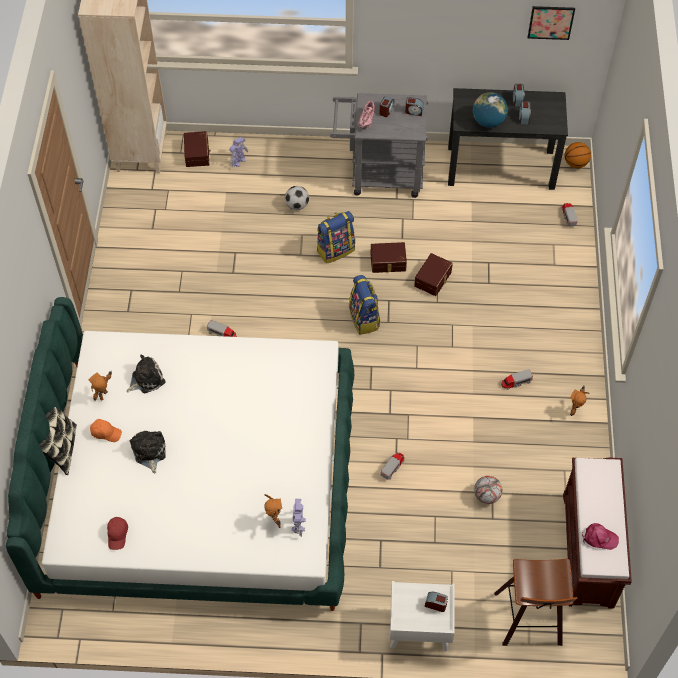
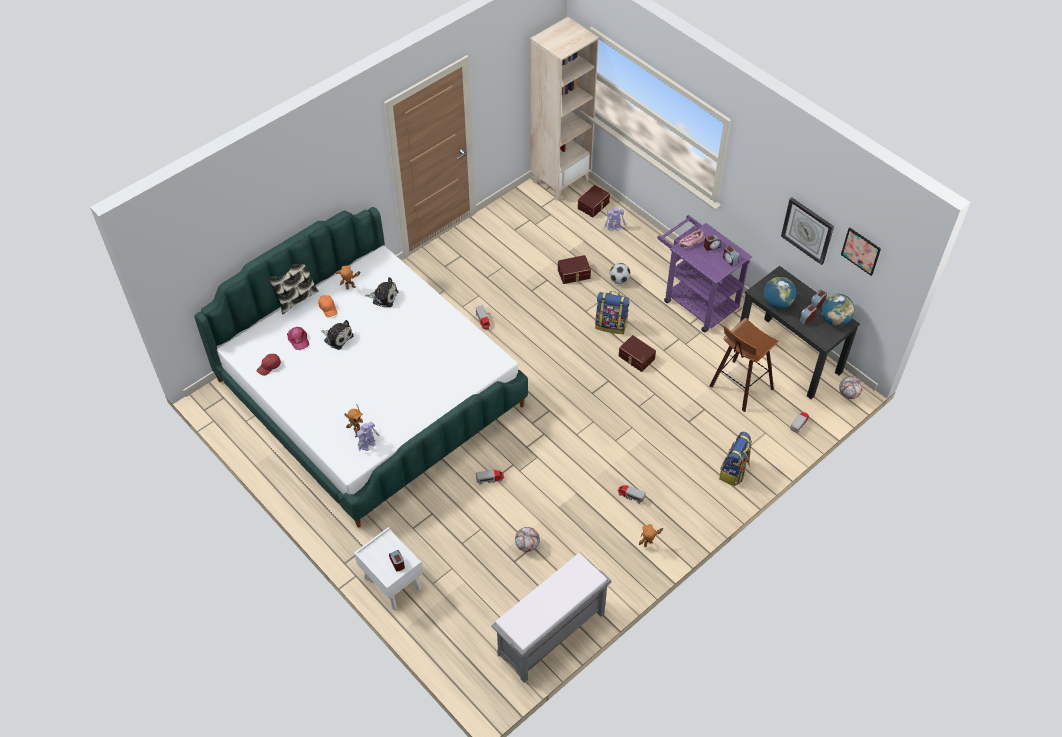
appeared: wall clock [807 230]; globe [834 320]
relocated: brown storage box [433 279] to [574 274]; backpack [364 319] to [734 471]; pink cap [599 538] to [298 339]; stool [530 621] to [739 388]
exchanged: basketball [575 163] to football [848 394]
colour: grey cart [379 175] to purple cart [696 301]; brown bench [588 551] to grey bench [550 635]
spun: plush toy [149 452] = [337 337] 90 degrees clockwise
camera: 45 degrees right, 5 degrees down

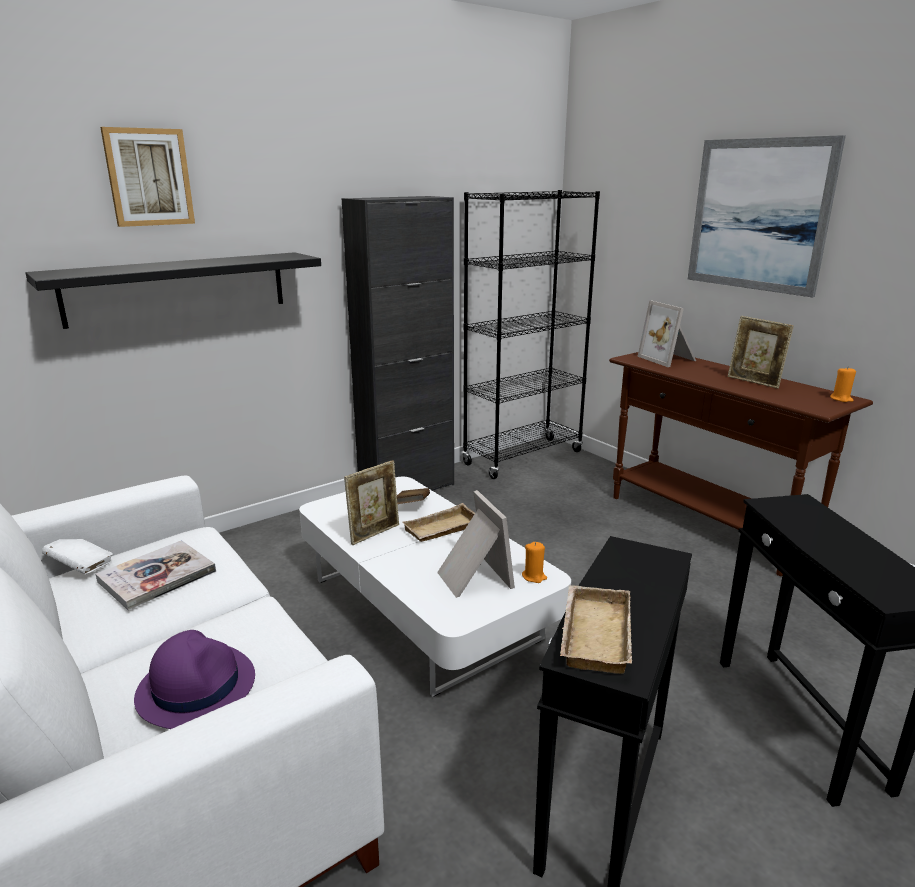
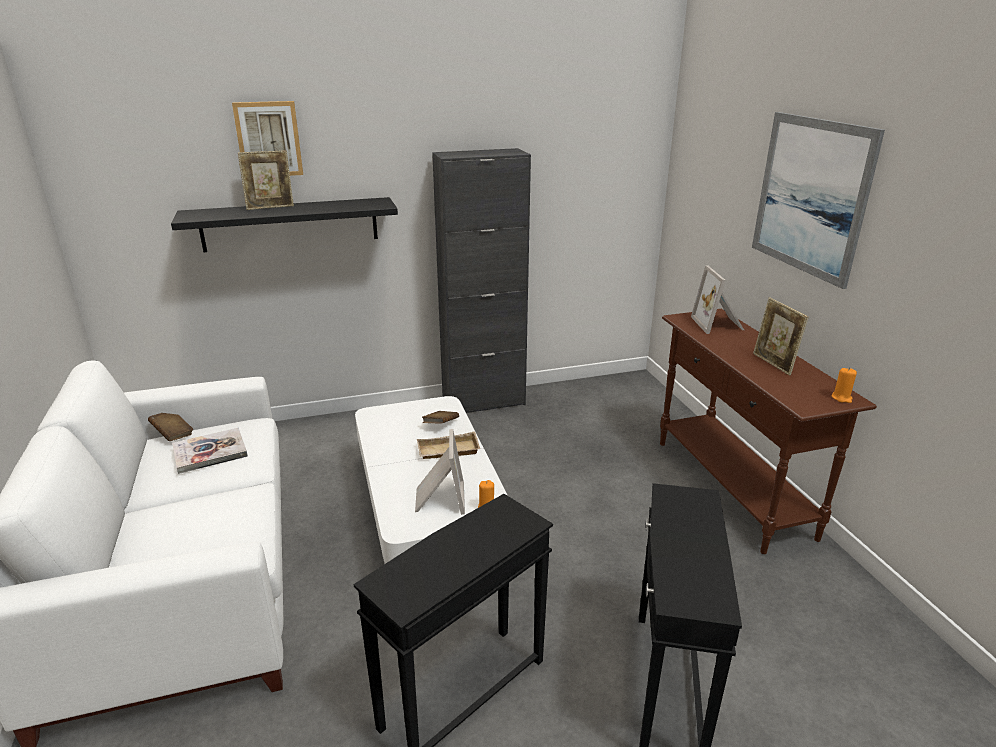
missing: black bookcase [523 458]; beige tray [592 633]; purple hat [196 686]
relocated: picture frame [374 533] to [270 207]
colour: white book [81 566] to brown book [173 434]
camera: 20 degrees right, 5 degrees up

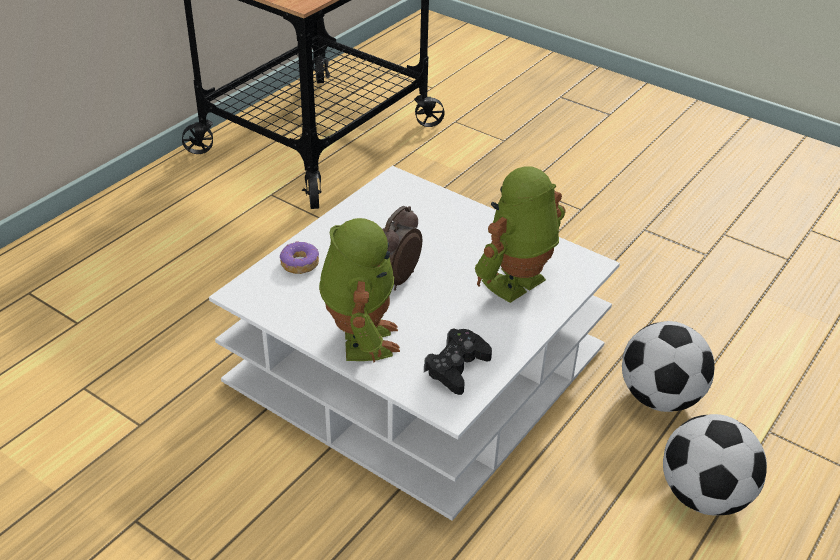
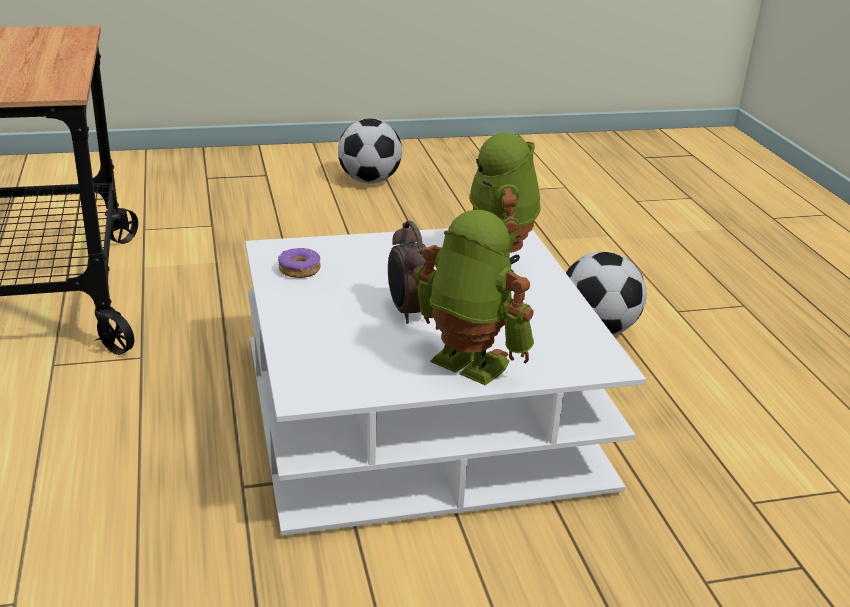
missing: black game controller [456 367]
relocated: donut [299 264] to [299 270]; football [704 496] to [369 181]
camera: 50 degrees left, 10 degrees down

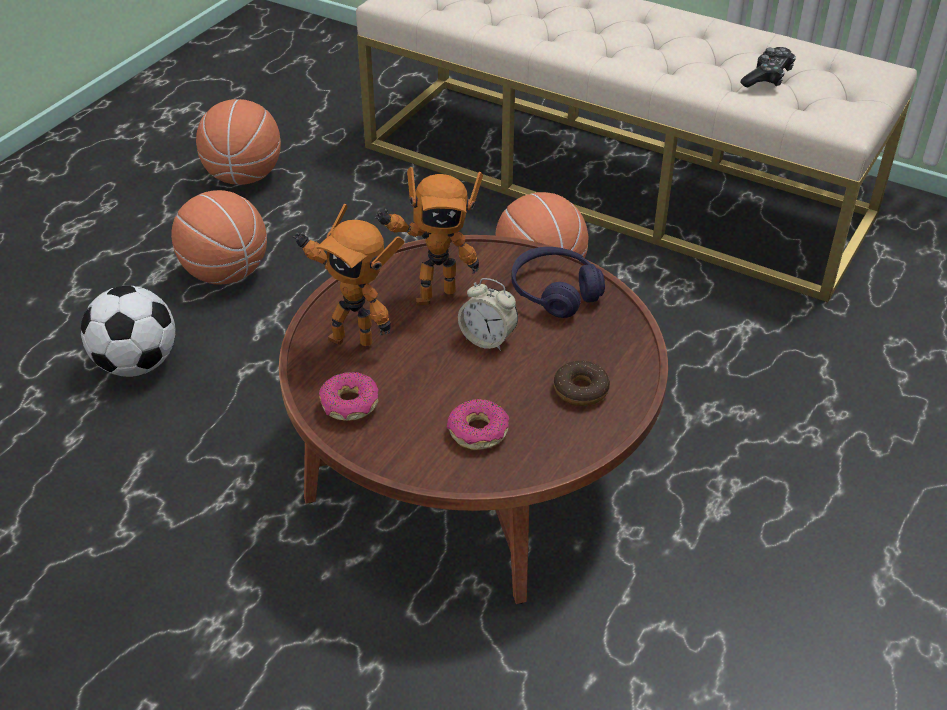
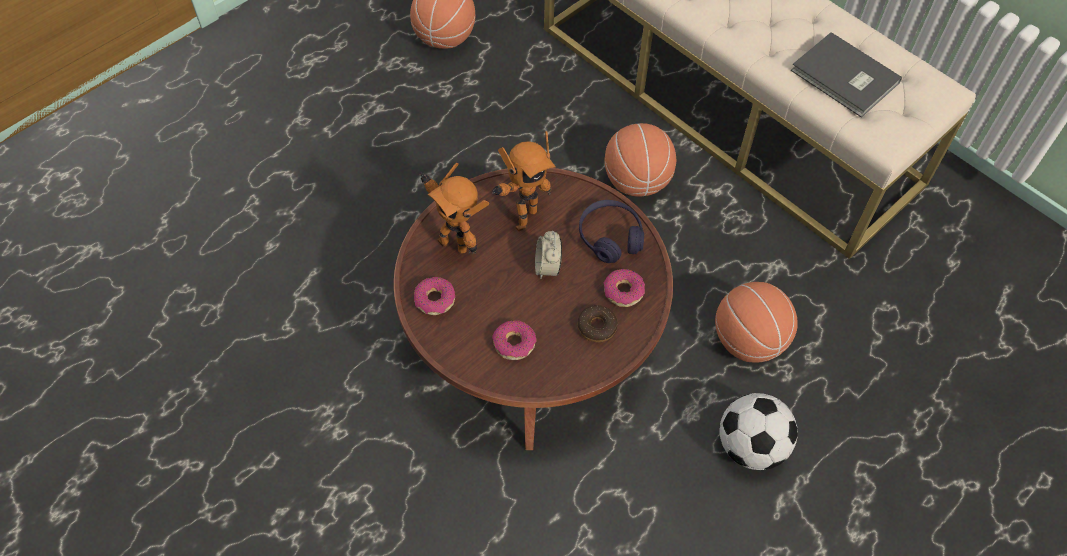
appeared: donut [623 291]
relocated: basketball [226 273] to [748 341]; football [136 364] to [750 446]
exchanged: game controller [767 77] to grey book [844 79]
spun: toy robot [432 294] = [522 218] 45 degrees counterclockwise; alarm clock [488 339] = [547 267] 45 degrees clockwise
camera: 15 degrees right, 15 degrees up

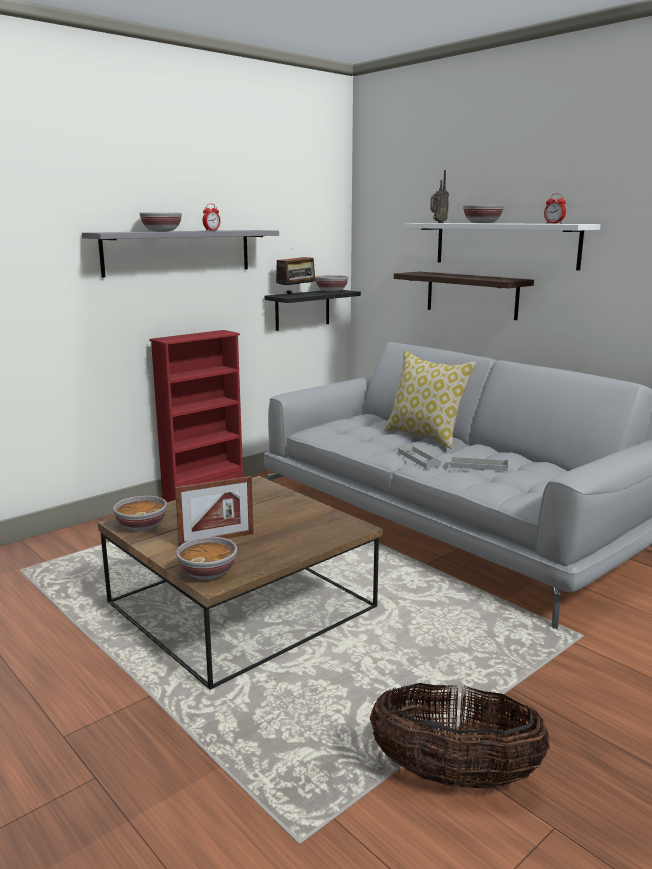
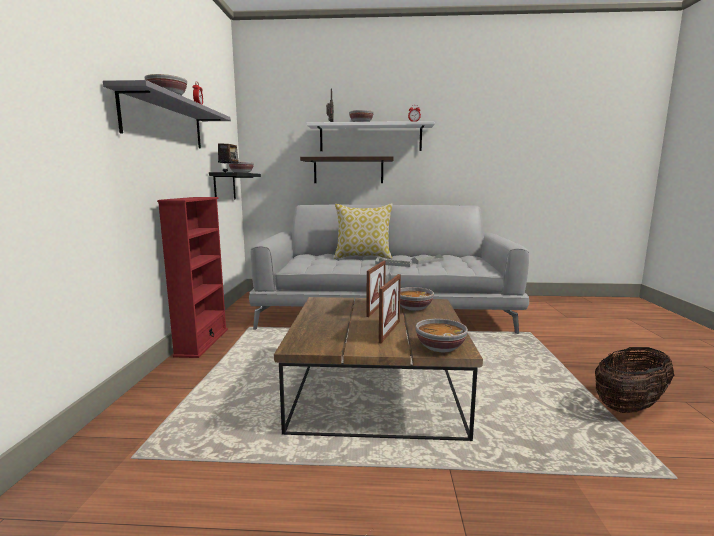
appeared: picture frame [376 308]
relocated: bowl [141 525] to [413 308]
camera: 45 degrees left, 5 degrees down

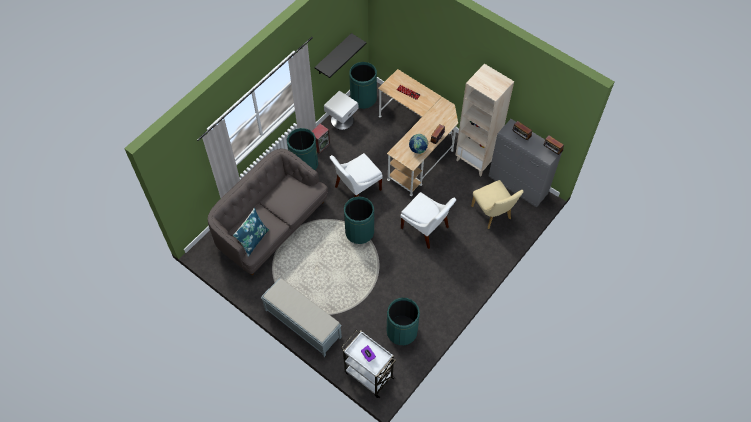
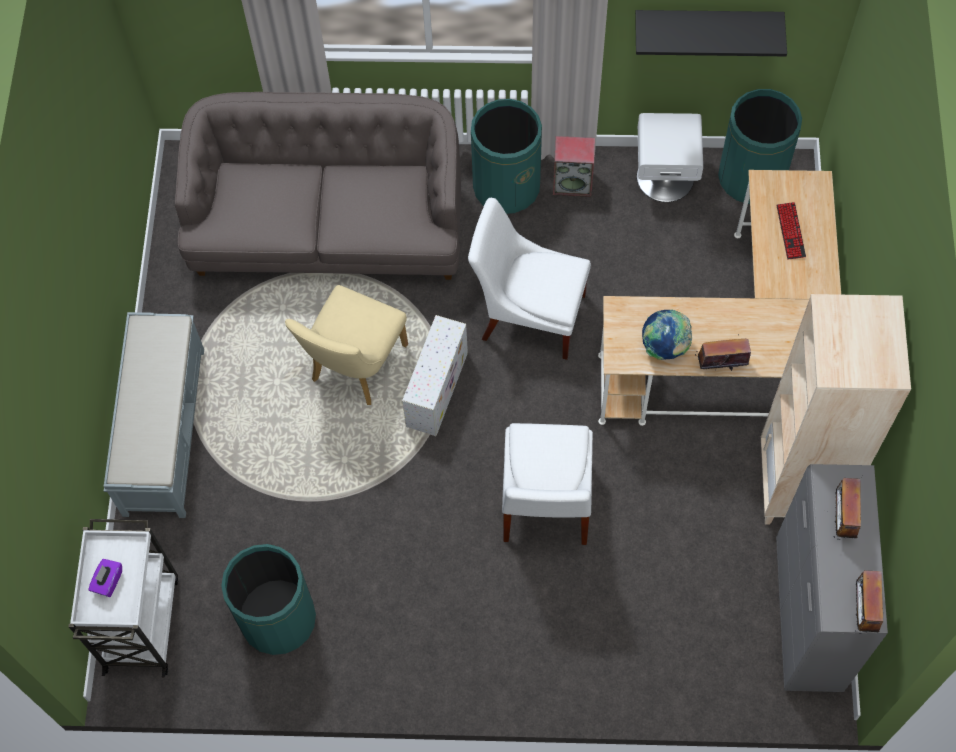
missing: blue pillow [253 240]
relocated: beige chair [493 214] to [354 368]
exchanged: green trash can [359 232] to white storage box [437 388]
camera: 55 degrees right, 5 degrees up

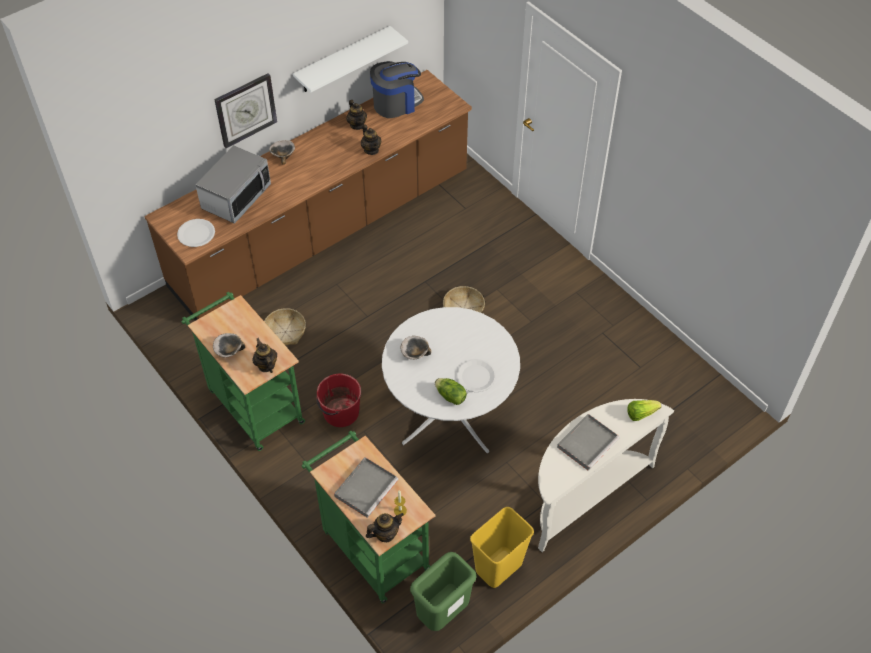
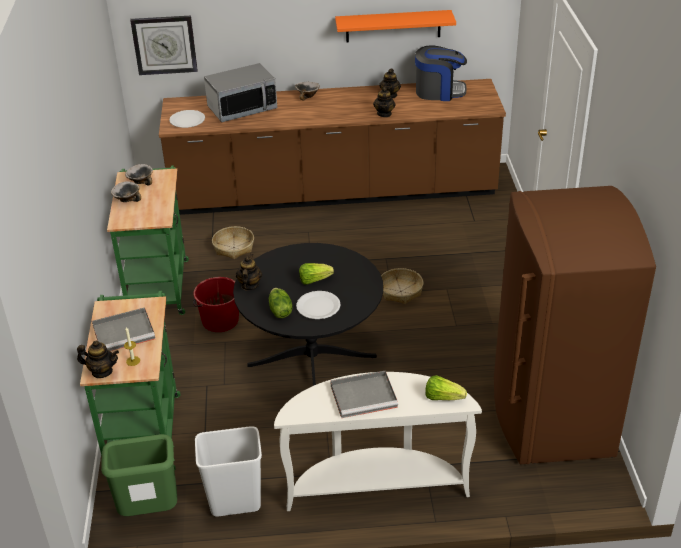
appeared: brown fridge [550 417]; lettuce [314 280]
relocated: wall clock [245 110] to [164 45]; bowl [414 354] to [140 181]; teapot [266 365] to [249 285]
colour: white shelf [343 60] to orange shelf [393 26]; white dining table [450 412] to black dining table [312 361]; yellow trash can [499 568] to white trash can [235 503]
camera: 35 degrees right, 15 degrees down

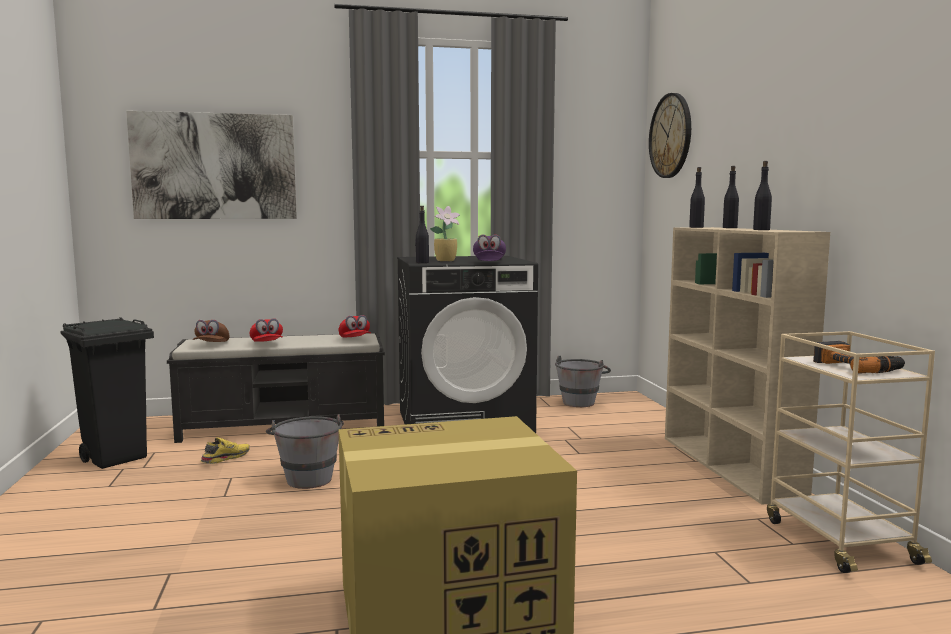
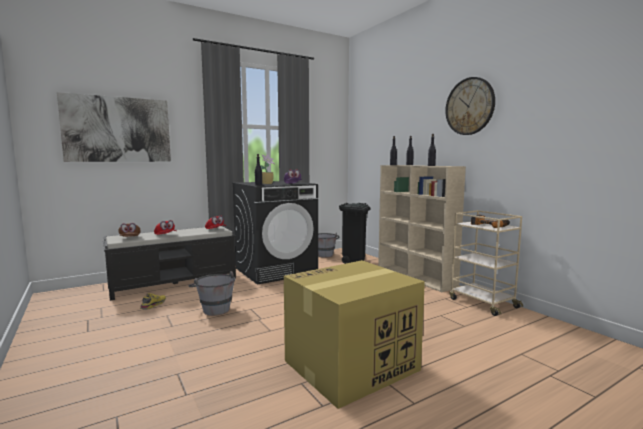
relocated: wall clock [671 136] to [469 106]; black trash can [117 458] to [354 261]
camera: 20 degrees left, 0 degrees up

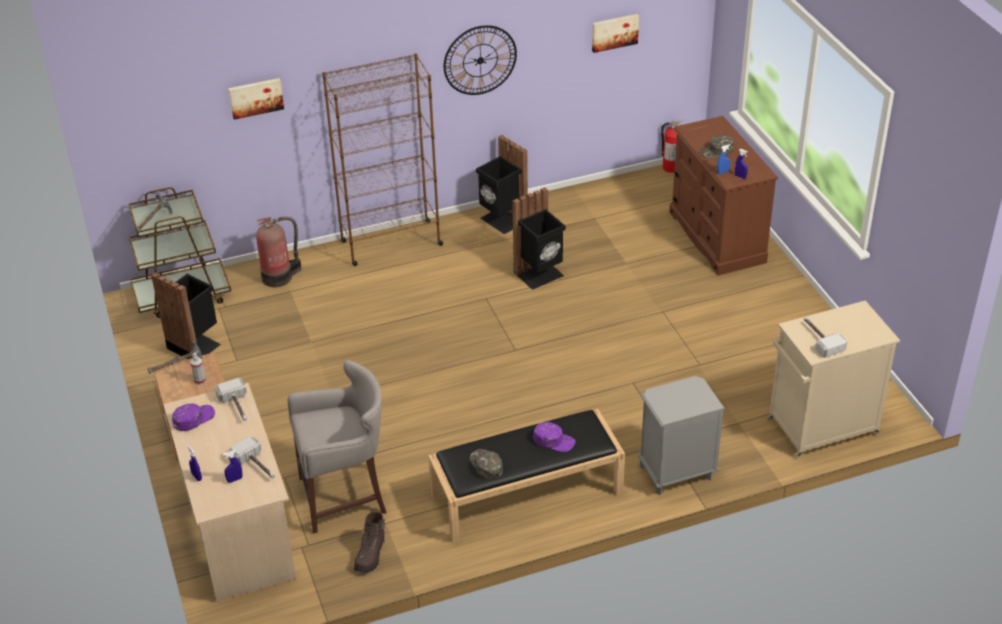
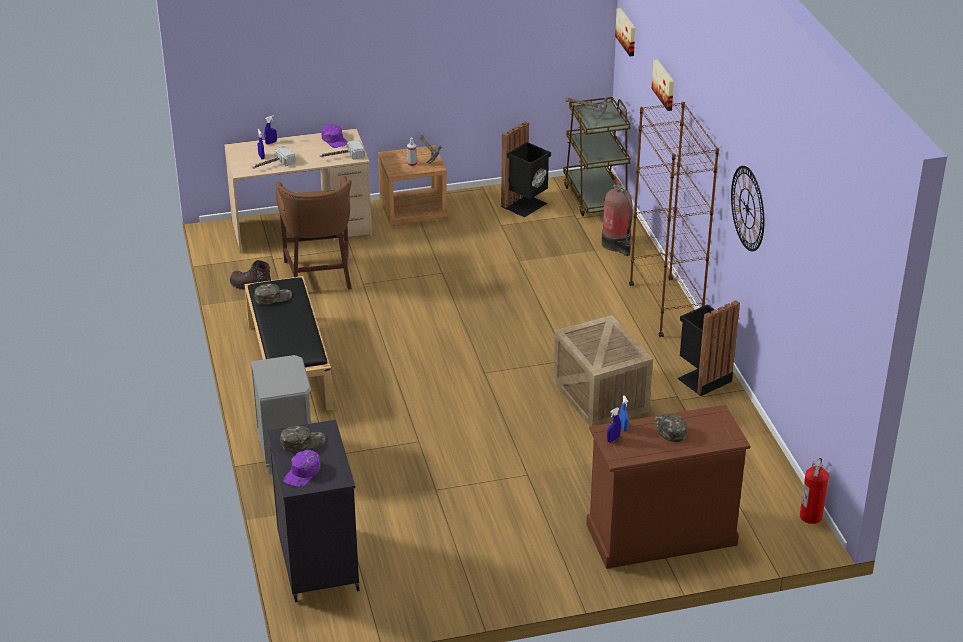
relocated: picture [614 32] to [627 31]; purple cap [554 440] to [302 473]
exchanged: black trash can [540 275] to crate [602 397]; hammer [819 339] to green cap [302 442]
colour: beige cabinet [820 427] to black cabinet [317 561]; grey stool [345 496] to brown stool [319 276]
camera: 95 degrees right, 5 degrees down

